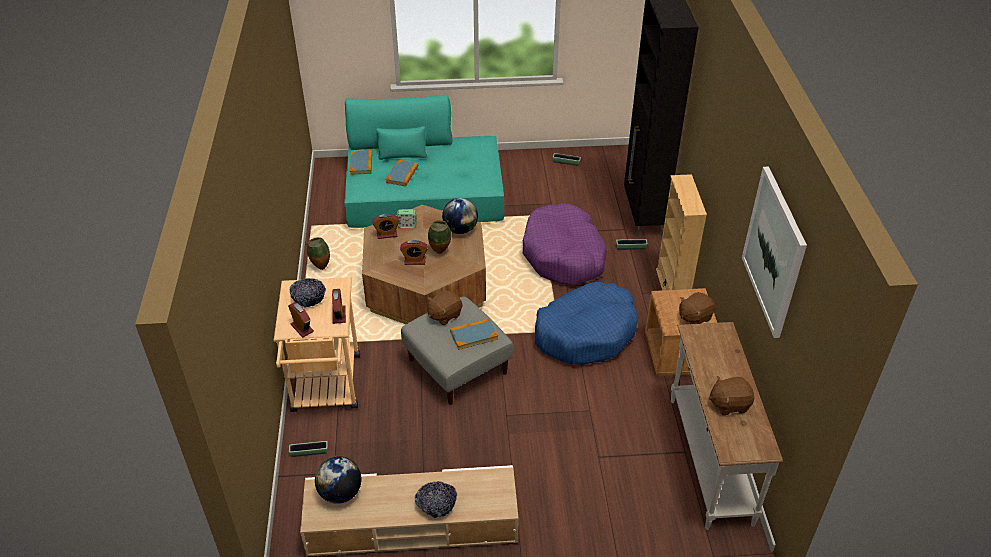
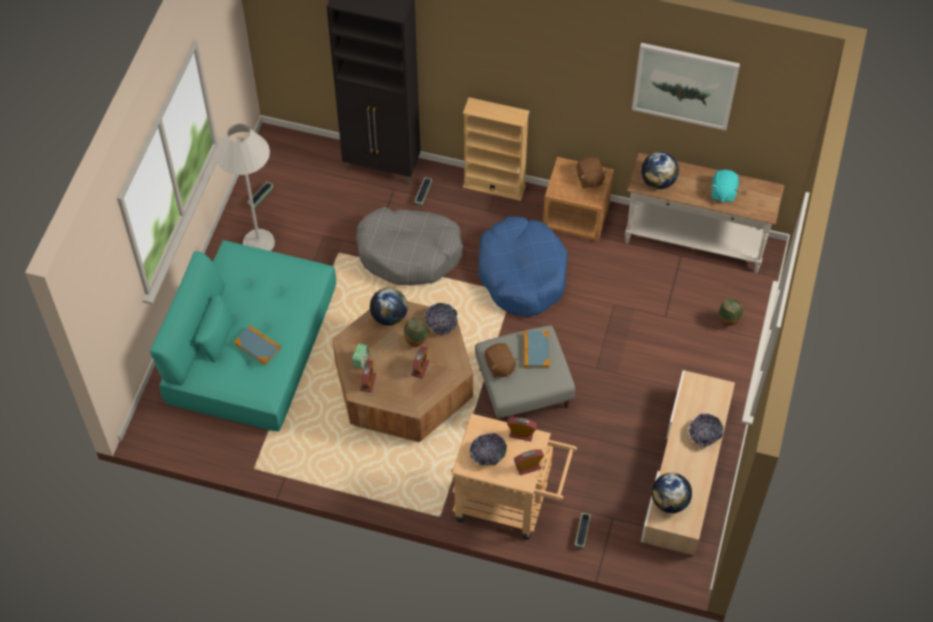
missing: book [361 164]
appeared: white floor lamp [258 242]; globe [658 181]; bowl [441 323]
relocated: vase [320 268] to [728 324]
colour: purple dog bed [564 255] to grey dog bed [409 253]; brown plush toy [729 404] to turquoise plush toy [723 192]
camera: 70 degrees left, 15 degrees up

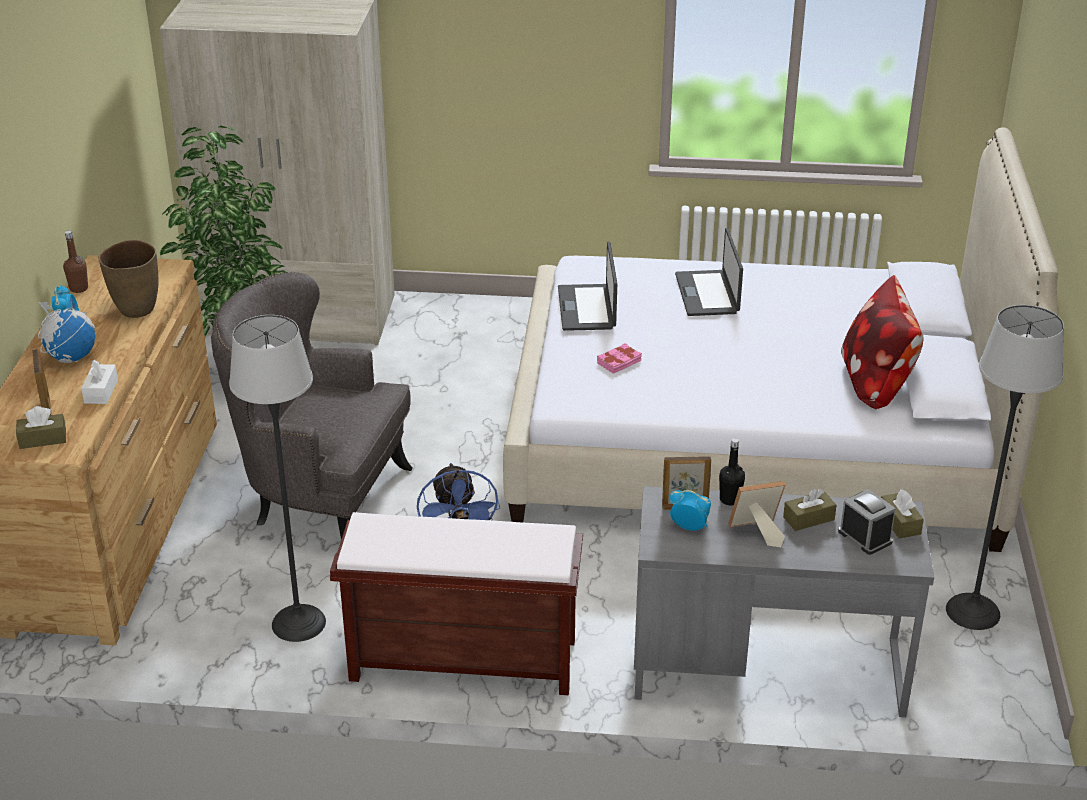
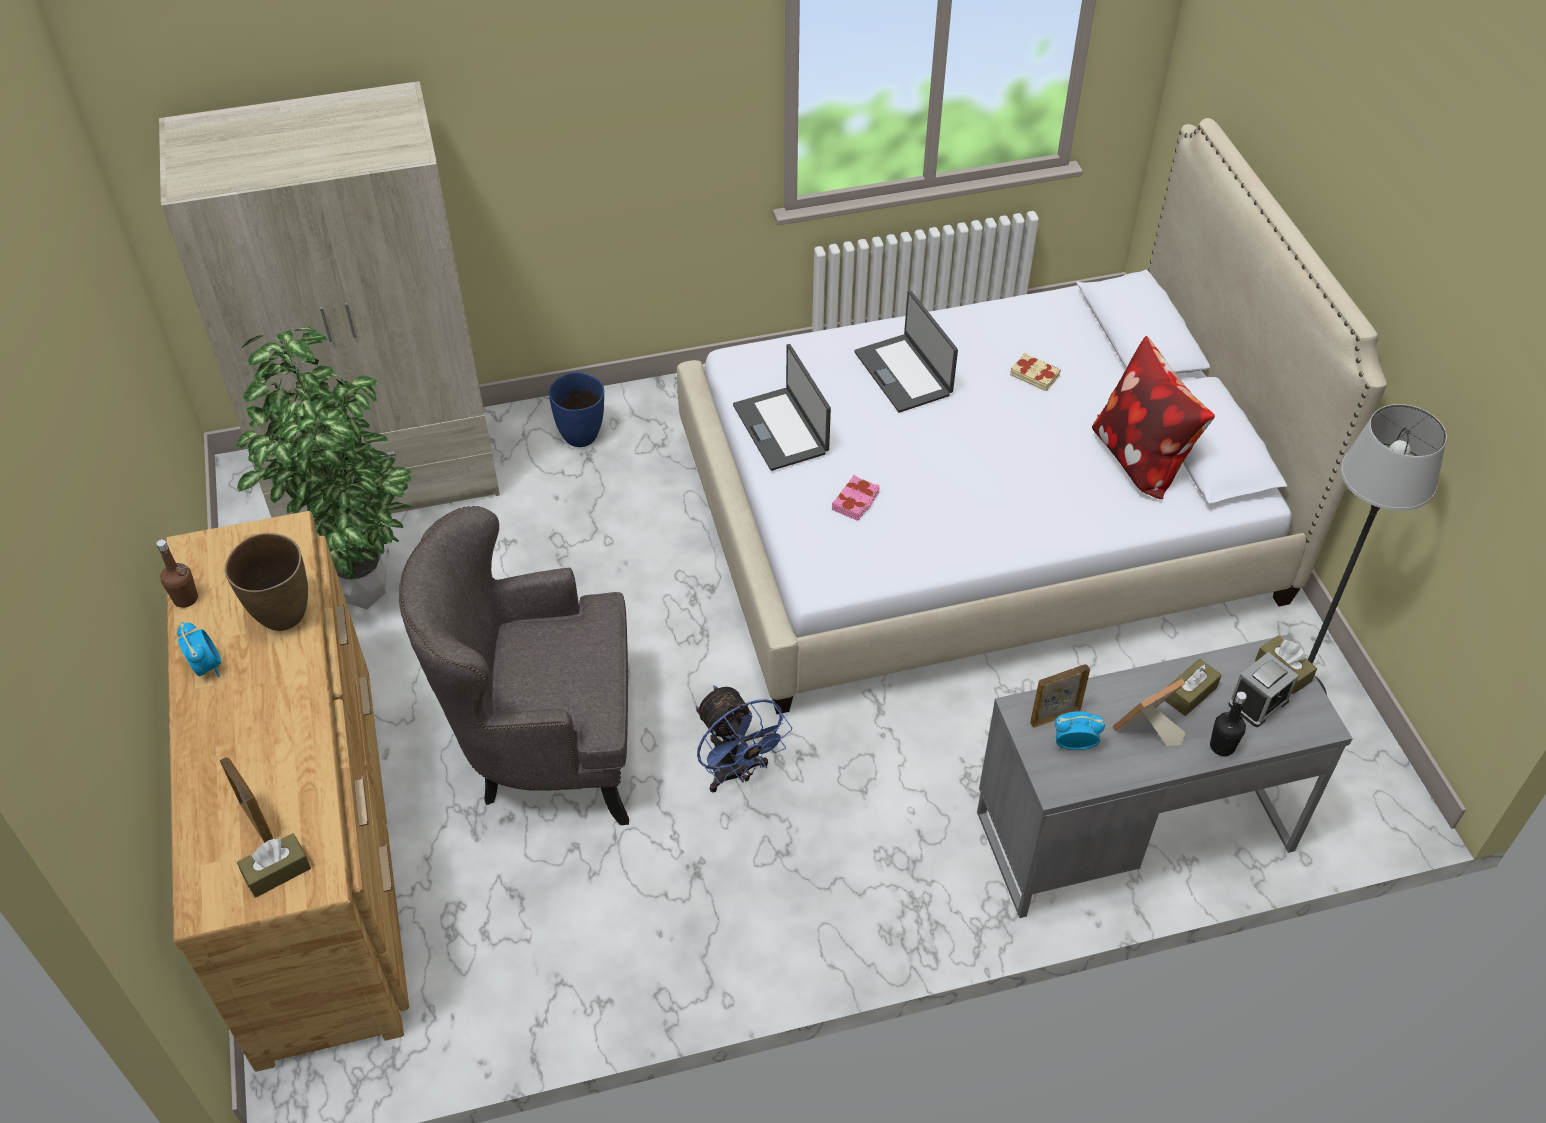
missing: globe [71 357]; floor lamp [298 623]; white tissue box [101 391]; brown bench [461 661]
appeared: beige book [1035 375]; blue vase [581 436]
relocated: black bottle [730 499] to [1222 746]
spun: alarm clock [865 537] = [1258 702] 105 degrees clockwise
camera: 20 degrees left, 15 degrees up

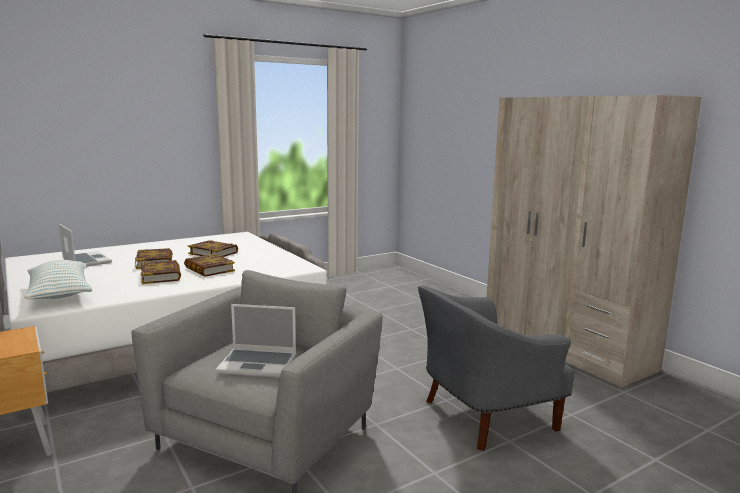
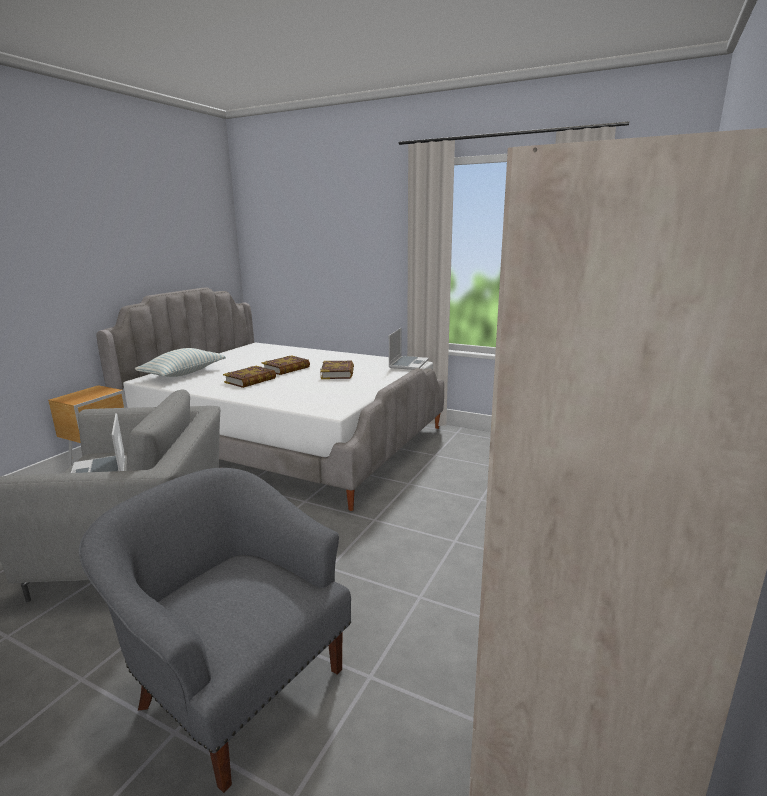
missing: book [209 269]
relocated: laptop [85 261] to [408 364]
camera: 60 degrees right, 5 degrees up

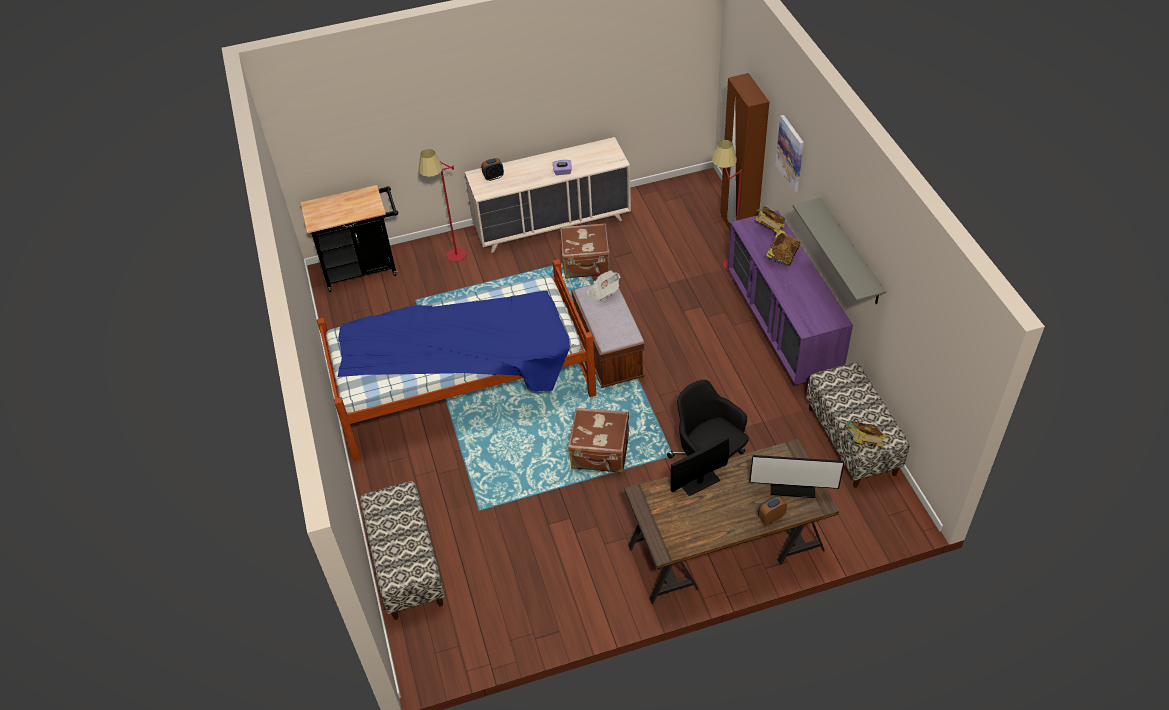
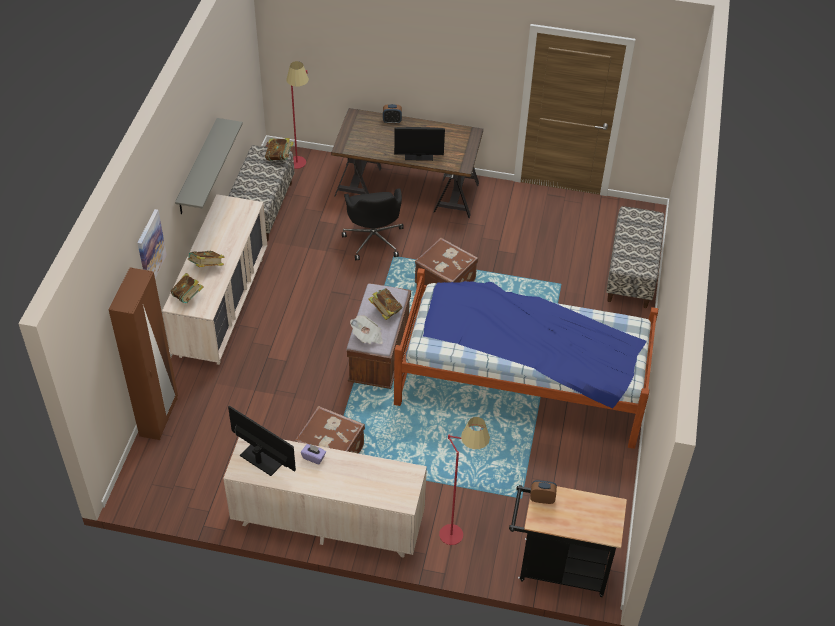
appeared: book [385 311]
relocated: red floor lamp [725 262] to [301 167]; alarm clock [493 177] to [542 499]; monitor [792 488] to [261 459]
colour: purple dresser [782 328] to beige dresser [222 306]
camera: 155 degrees left, 0 degrees up

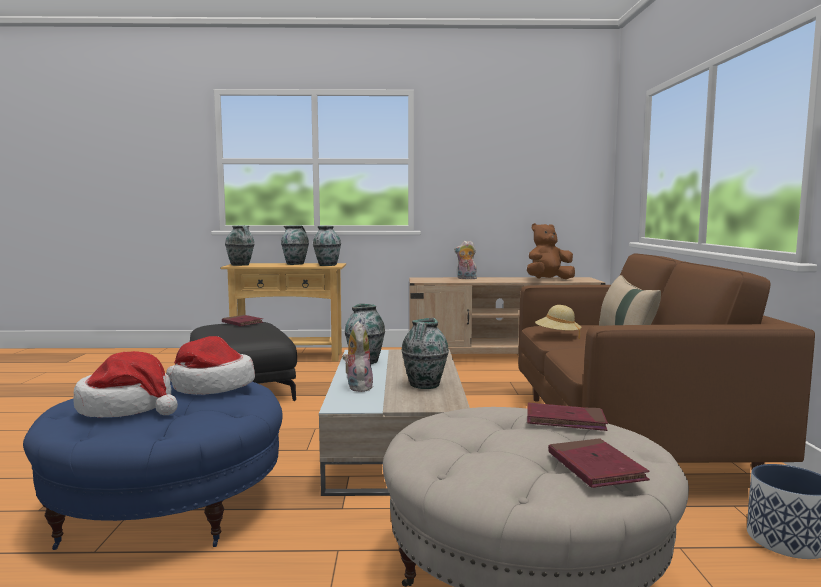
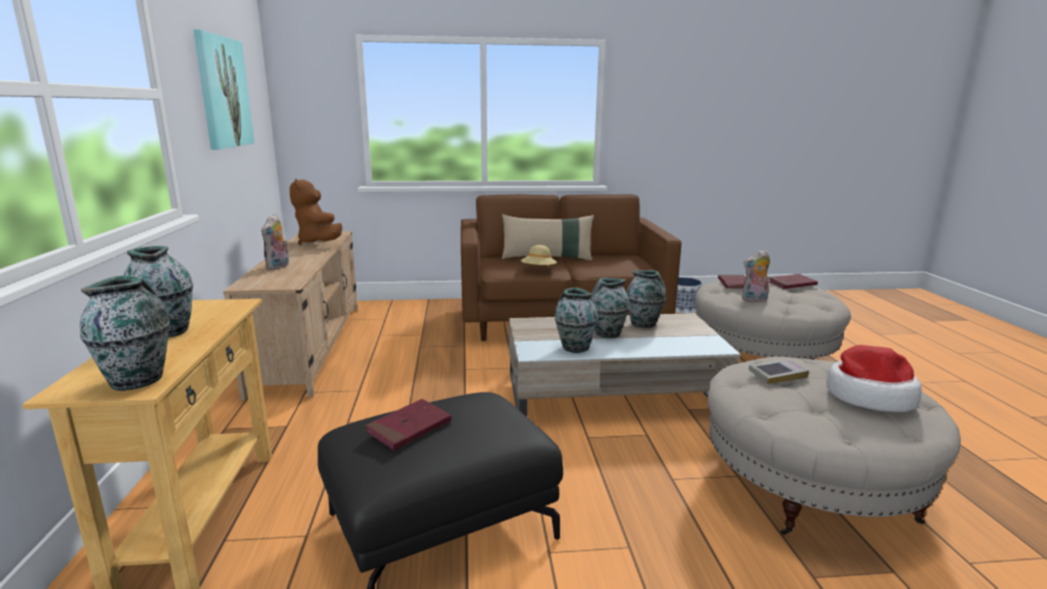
appeared: picture [224 92]
relocated: vase [327 265] to [606 334]; plush toy [357 387] to [754 300]
exchanged: hat [211 387] to book [777 375]
colour: blue ottoman [167 507] to beige ottoman [810 485]
camera: 95 degrees left, 10 degrees up

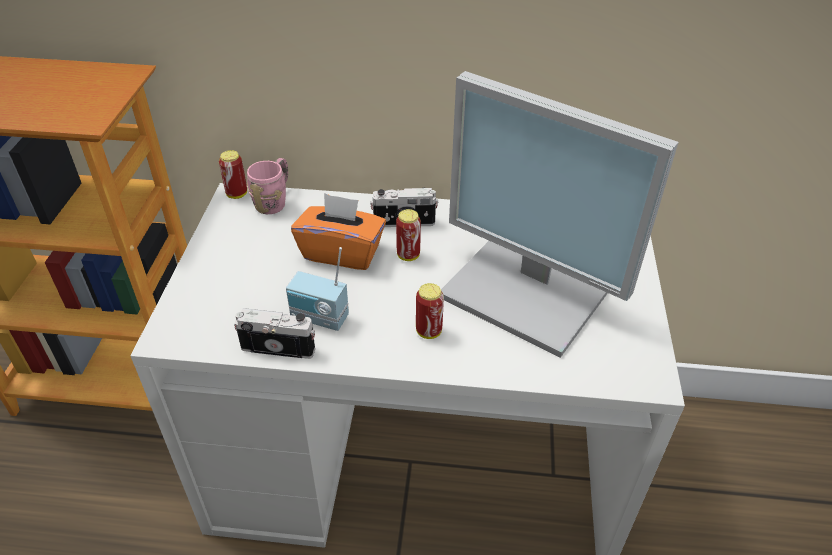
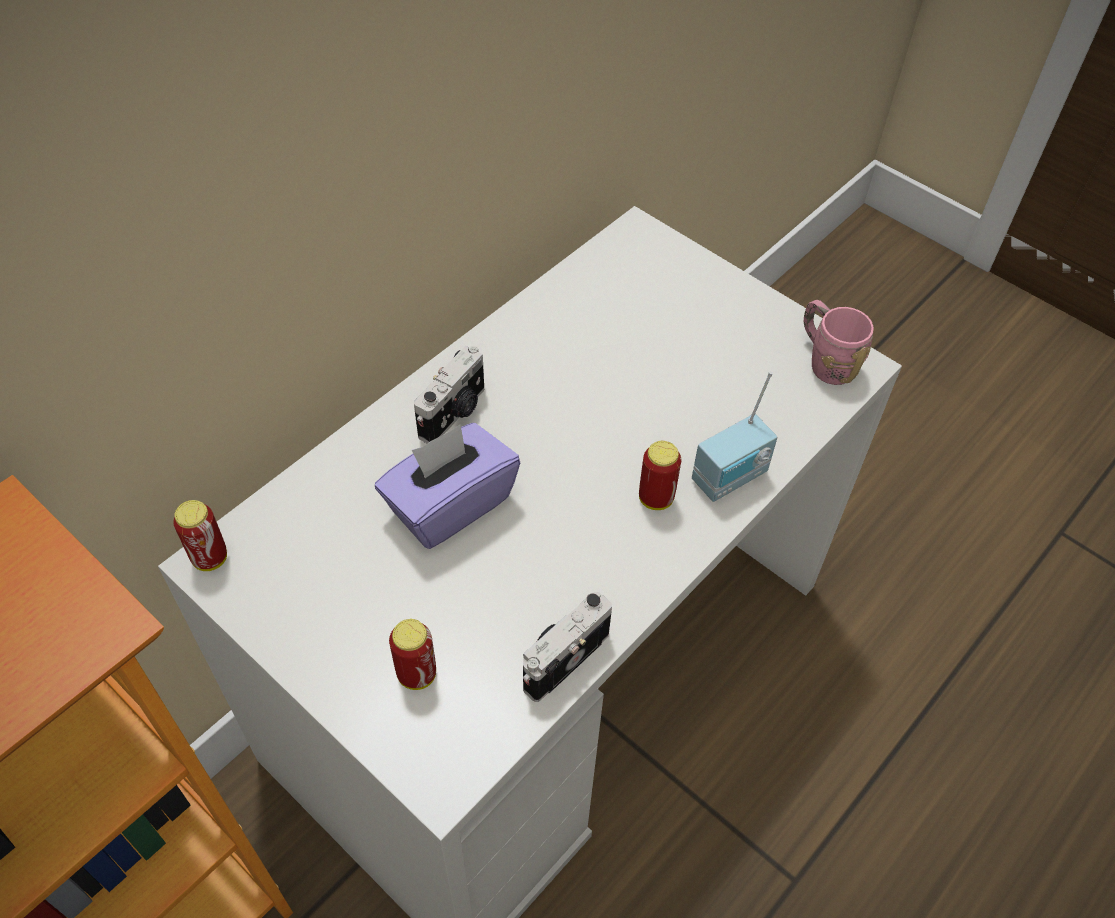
missing: monitor [531 289]
relocated: pink mug [274 201] to [826 361]; can [408 255] to [416 674]; radio [319 319] to [731 478]
colour: orange tissue box [342 252] to purple tissue box [449 504]
camera: 55 degrees left, 10 degrees up

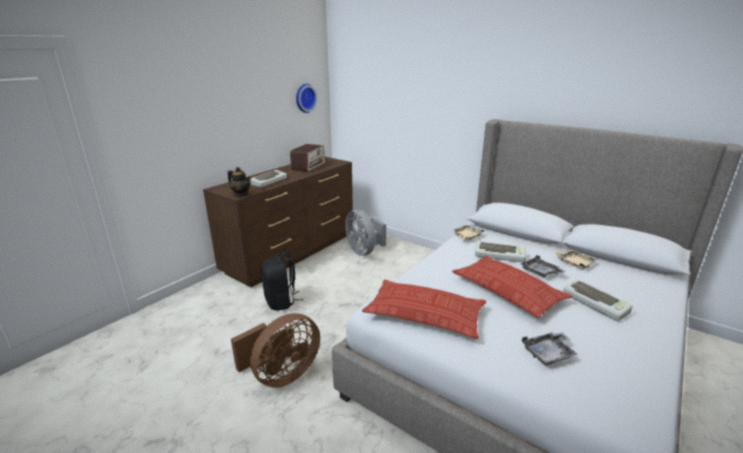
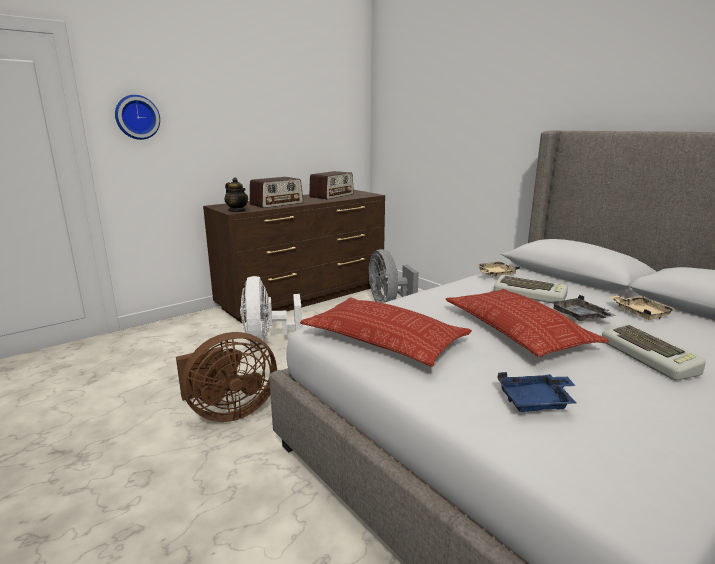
relocated: wall clock [304 98] to [137 117]
exchanged: keyboard [269 181] to radio [277 204]; black backpack [281 301] to white fan [267 340]
colour: grey tray [548 354] to blue tray [536 401]
camera: 15 degrees right, 5 degrees down

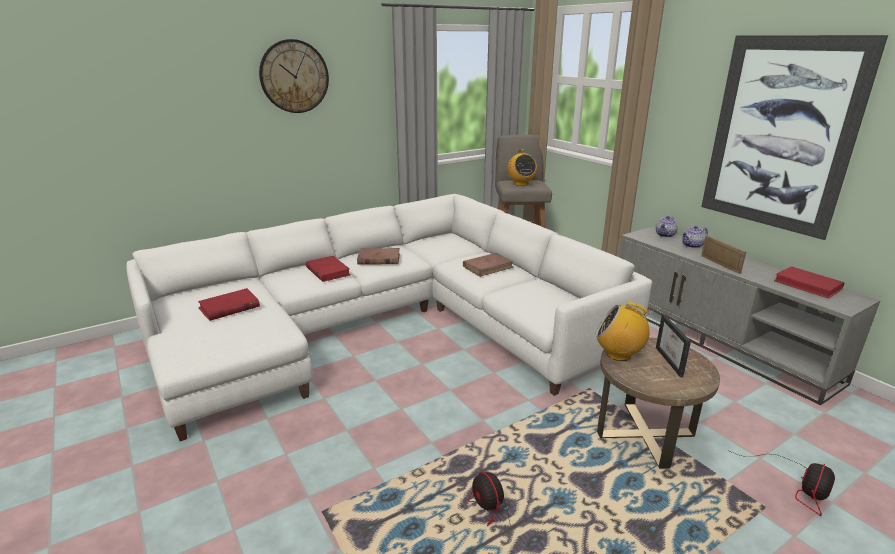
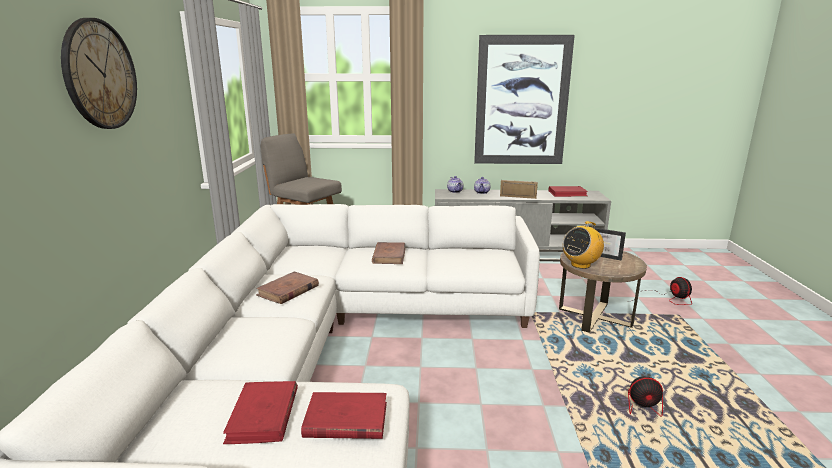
missing: radio [521 184]
relocated: red book [328 271] to [345 420]
camera: 55 degrees left, 5 degrees down

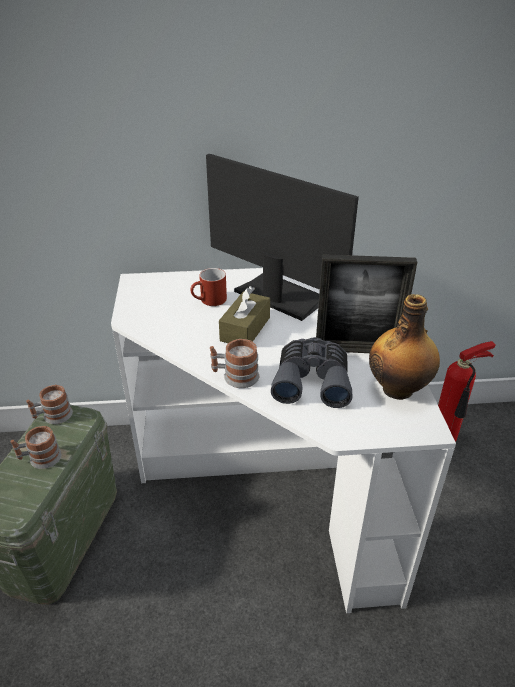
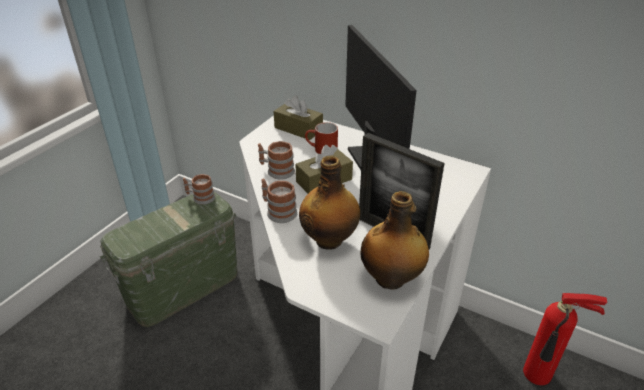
appeared: brown tissue box [298 129]
relocated: mug [40 458] to [276 171]
exchanged: grey binoculars [312 380] to bottle [330 239]
camera: 35 degrees right, 0 degrees up

